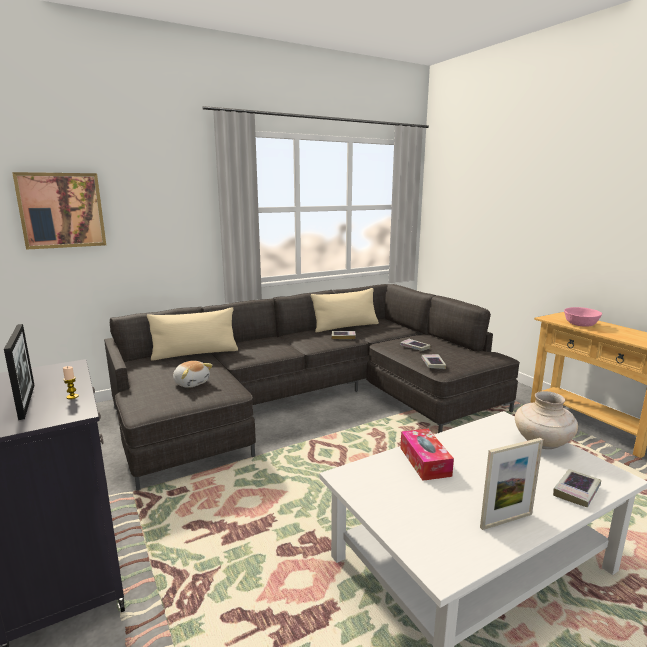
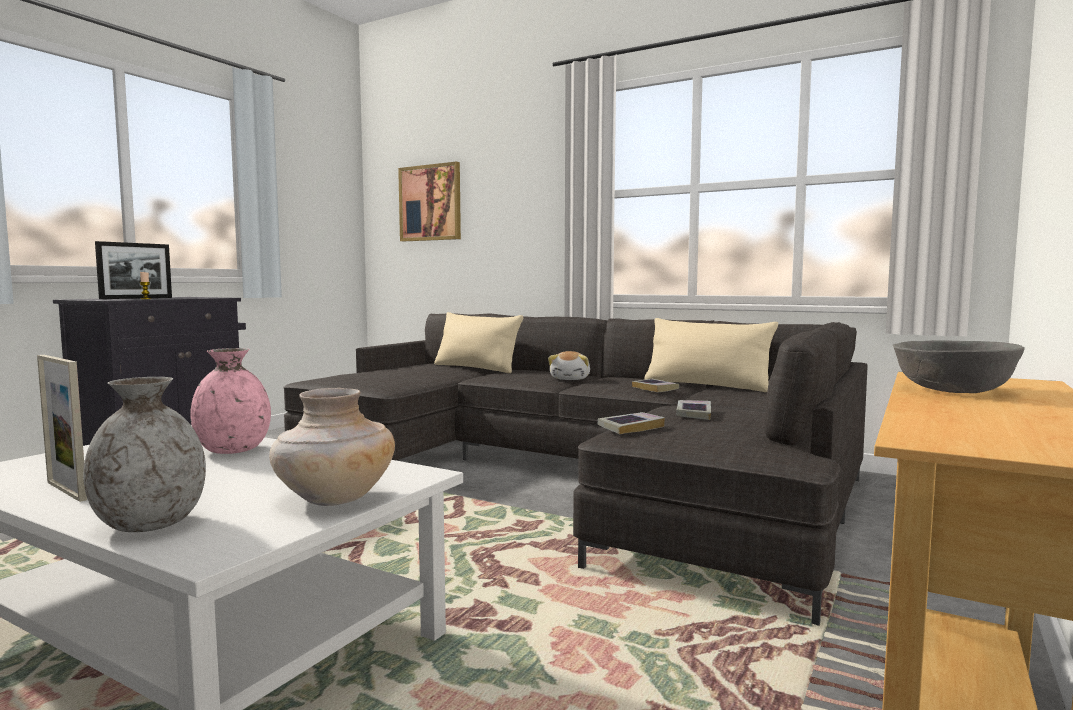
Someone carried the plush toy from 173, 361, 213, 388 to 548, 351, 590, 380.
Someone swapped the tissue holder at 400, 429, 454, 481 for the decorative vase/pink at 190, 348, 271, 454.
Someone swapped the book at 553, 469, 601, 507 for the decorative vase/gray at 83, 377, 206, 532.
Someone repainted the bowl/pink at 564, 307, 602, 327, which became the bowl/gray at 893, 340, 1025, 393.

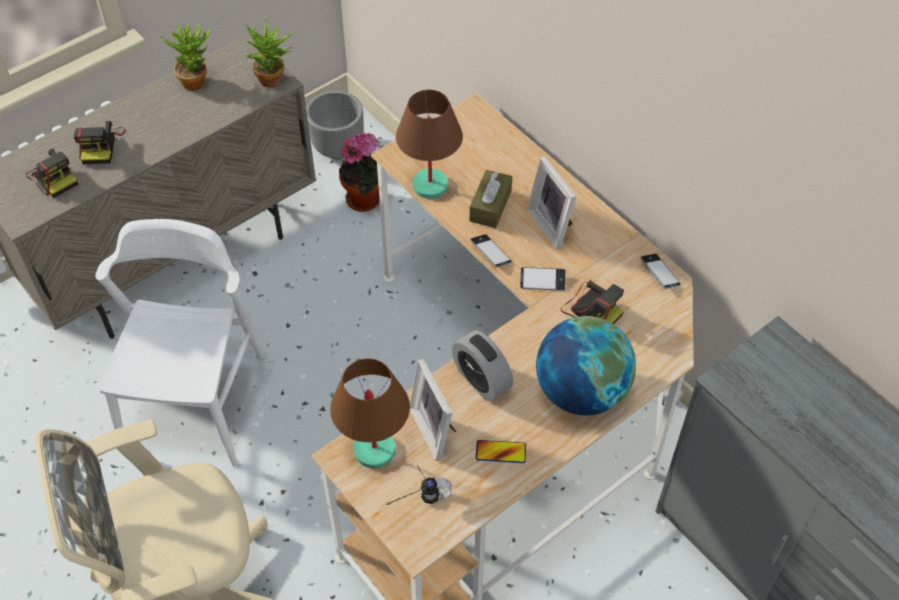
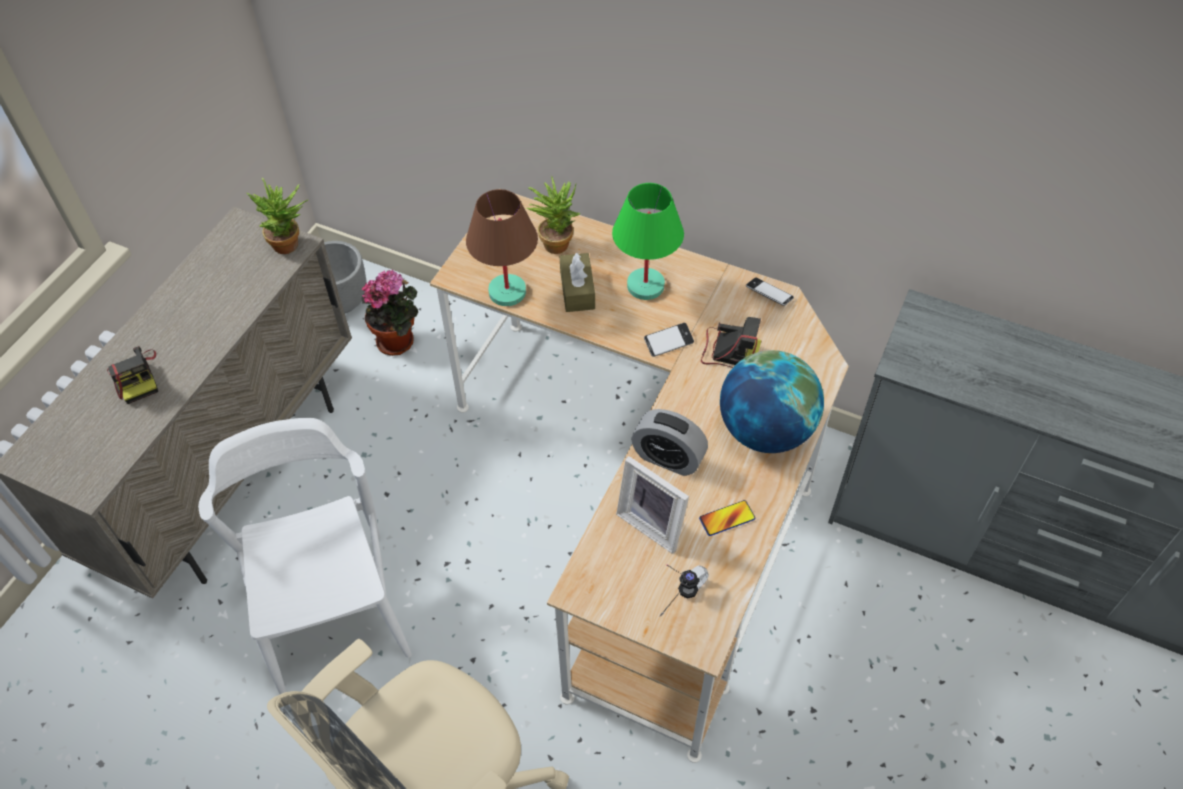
Someone took away the photo camera at 26, 149, 78, 198.
Someone carried the potted plant from 158, 20, 211, 91 to 526, 176, 580, 254.
Someone took away the lamp for a table/brown-coloured at 330, 358, 410, 468.
Someone took away the handset at 470, 234, 512, 268.
Someone swapped the picture frame at 527, 156, 576, 249 for the lamp for a table/green at 612, 183, 684, 300.

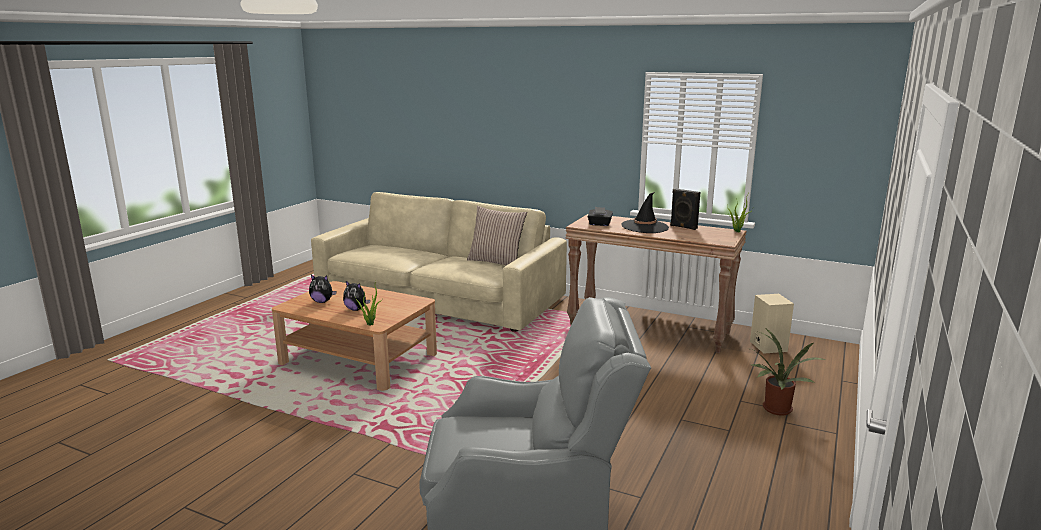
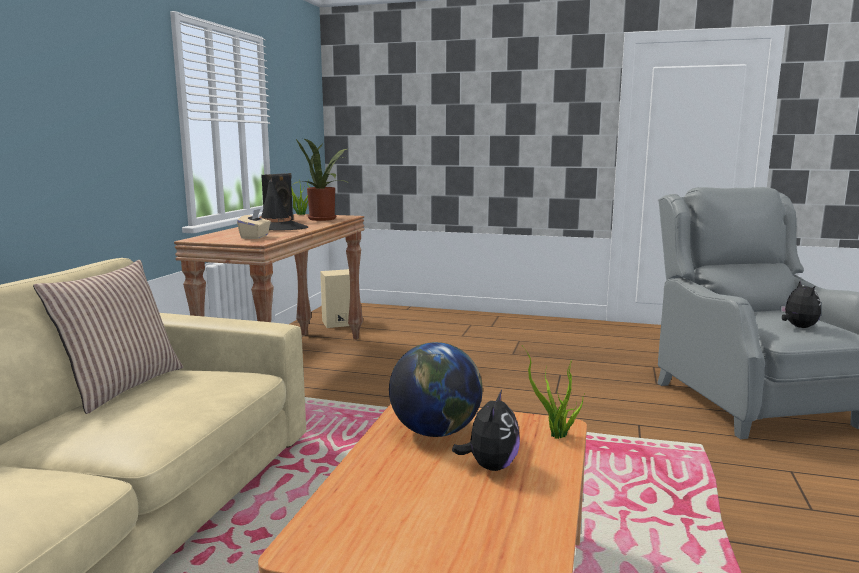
Someone carried the plush toy from 309, 275, 336, 303 to 781, 281, 821, 328.
Someone repainted the tissue holder/blackish at 588, 207, 613, 226, which became the tissue holder/sand-coloured at 237, 209, 271, 239.
Someone carried the potted plant from 751, 329, 825, 415 to 293, 138, 347, 221.
Someone put down the desk globe at 389, 342, 483, 437.

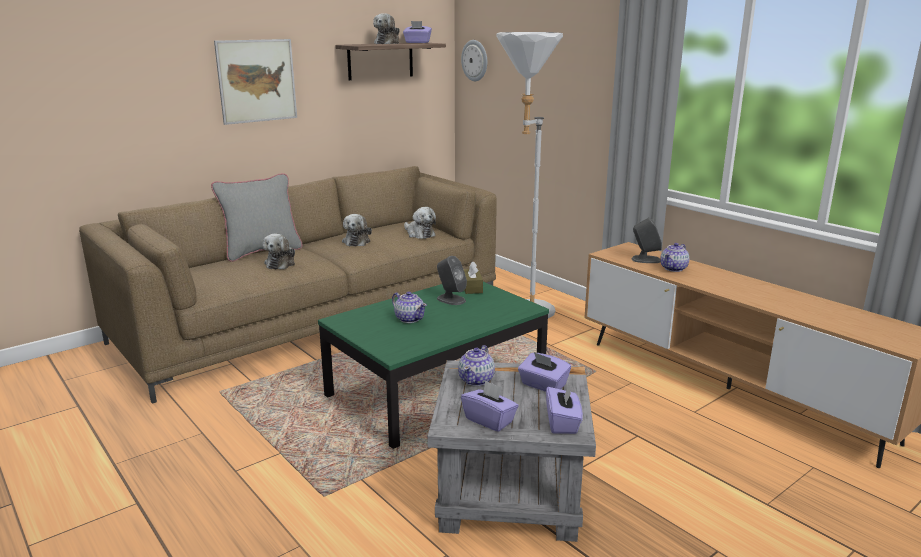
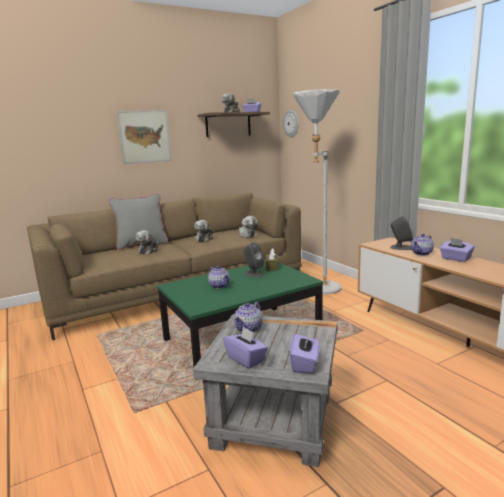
Someone carried the tissue holder/purple-coloured from 518, 352, 571, 392 to 440, 238, 474, 262.

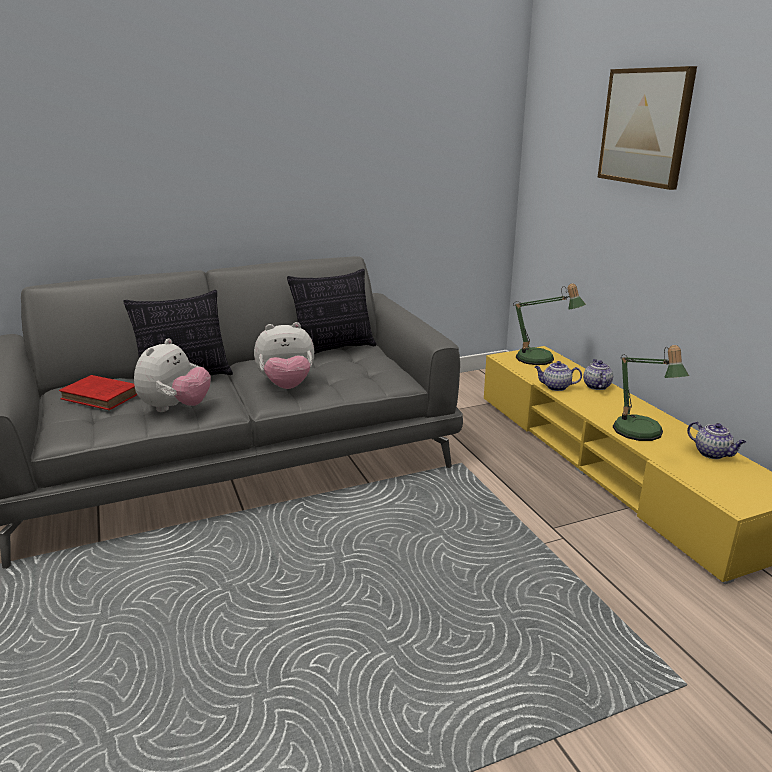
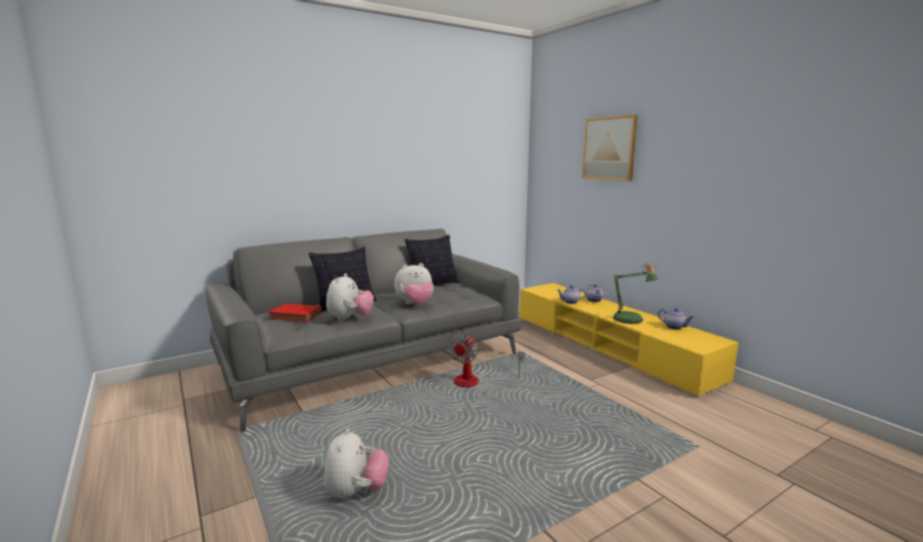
Someone took away the lamp for a table at 513, 284, 586, 365.
Someone put down the plush toy at 324, 428, 389, 500.
Someone put down the electric fan at 447, 332, 524, 387.

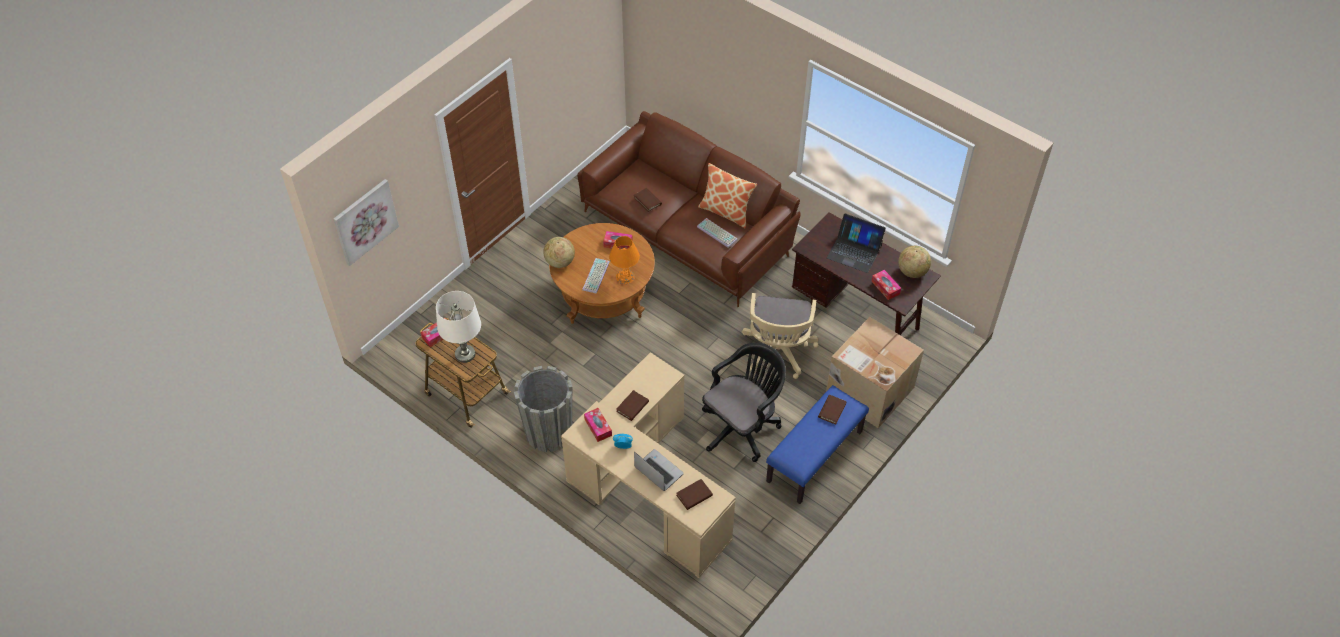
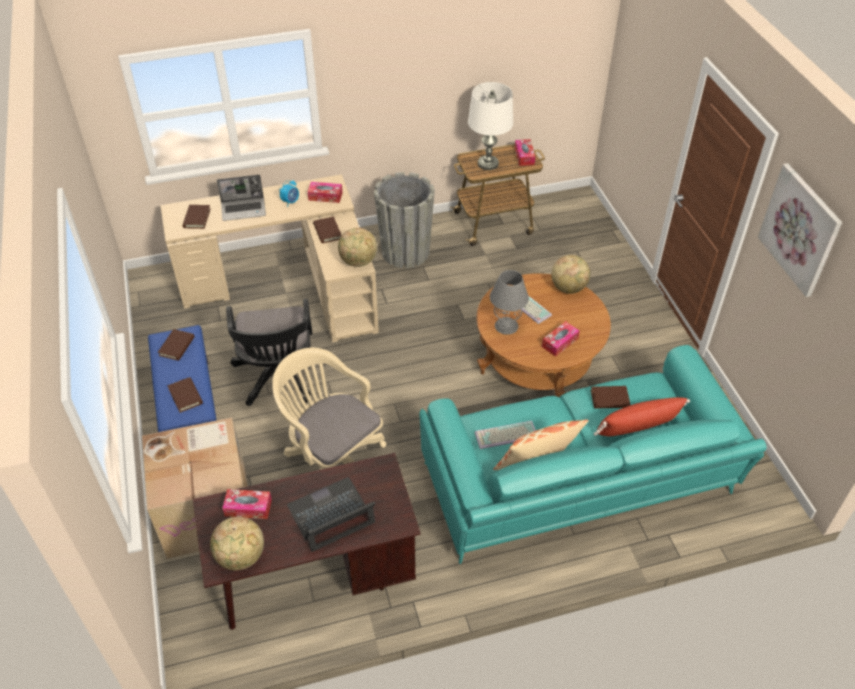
Someone carried the wall picture from 334, 179, 399, 266 to 758, 163, 842, 297.
Someone repainted the settee/brown-coloured at 577, 111, 801, 307, which became the settee/turquoise at 419, 345, 767, 564.
Someone repainted the lamp for a table/orange at 609, 236, 640, 284, which became the lamp for a table/gray at 490, 270, 529, 335.
Someone put down the book/brown-coloured at 158, 329, 195, 361.
Someone put down the desk globe at 338, 228, 377, 267.
Someone put down the cushion/reddish at 594, 397, 690, 436.

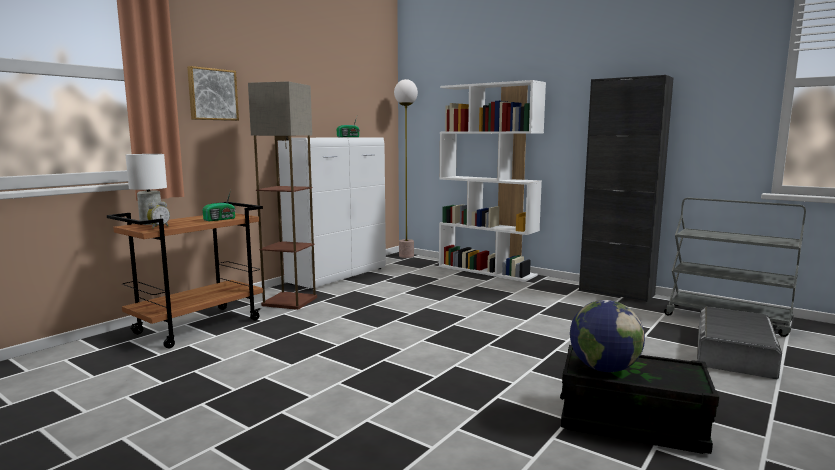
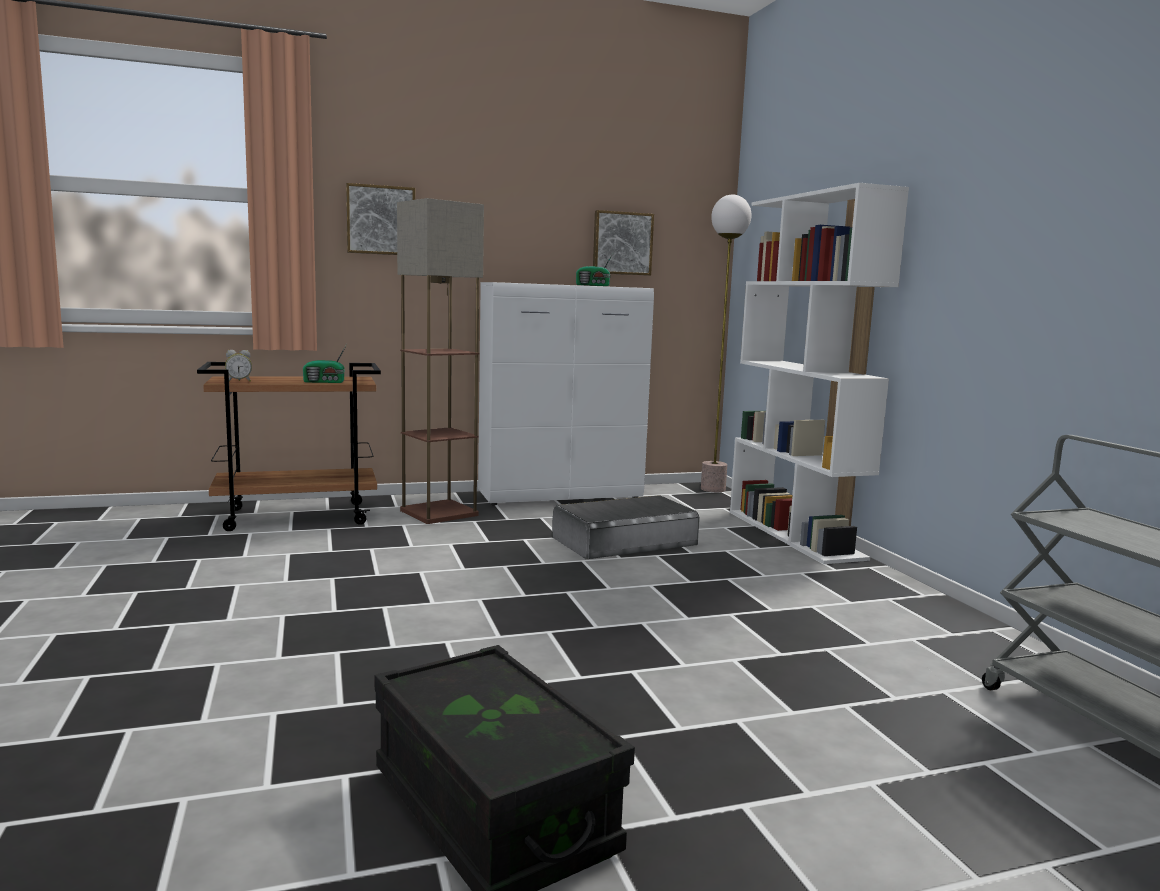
Someone took away the lamp for a table/whitish at 126, 154, 167, 225.
Someone took away the desk globe at 570, 300, 645, 372.
Someone took away the cupboard/blackish at 579, 75, 673, 302.
Someone carried the storage container/gray from 697, 307, 782, 379 to 552, 495, 700, 559.
Someone put up the wall picture at 593, 210, 654, 276.

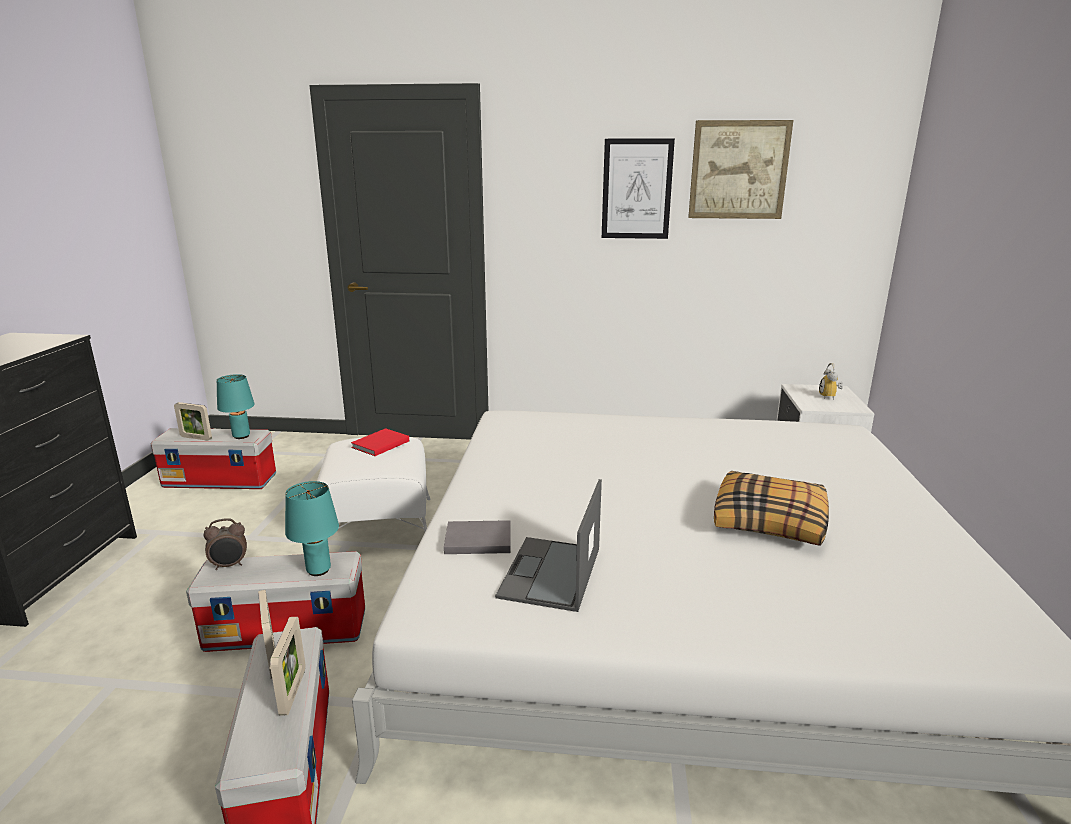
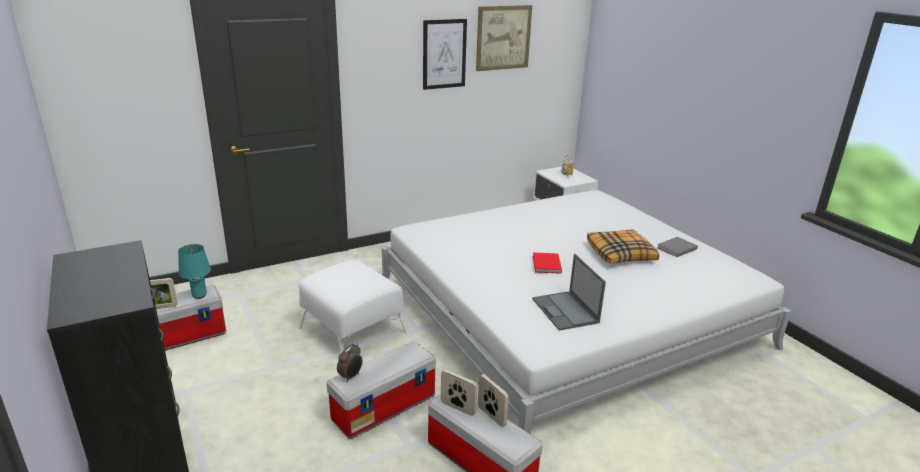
Someone took away the lamp for a table/turquoise at 285, 481, 339, 576.
Someone carried the book/reddish from 351, 428, 409, 456 to 533, 253, 562, 274.
Someone carried the book/gray from 444, 520, 511, 554 to 657, 237, 698, 257.

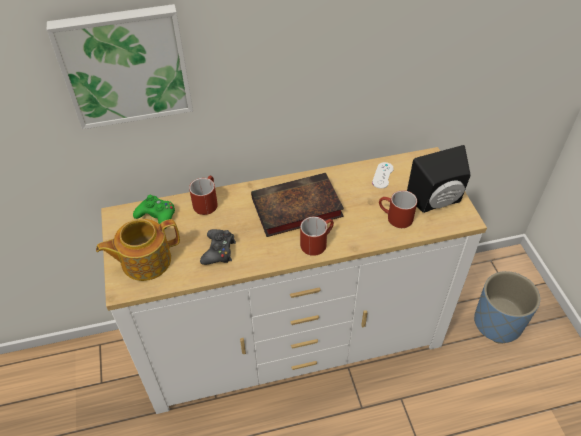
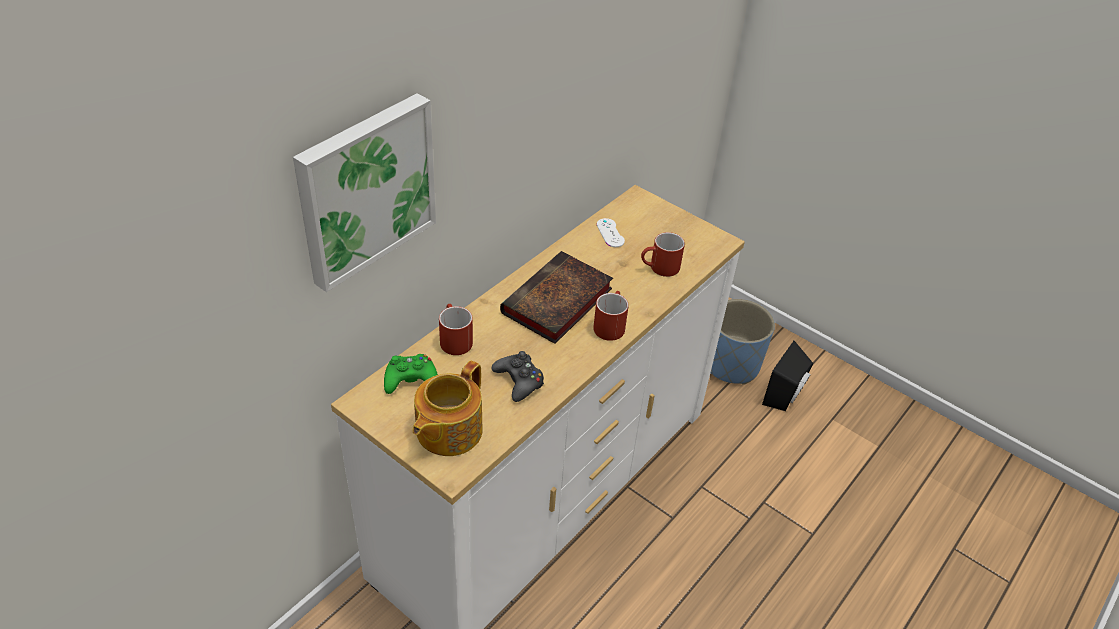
Someone carried the loudspeaker/blackish from 407, 145, 471, 213 to 762, 341, 813, 411.

